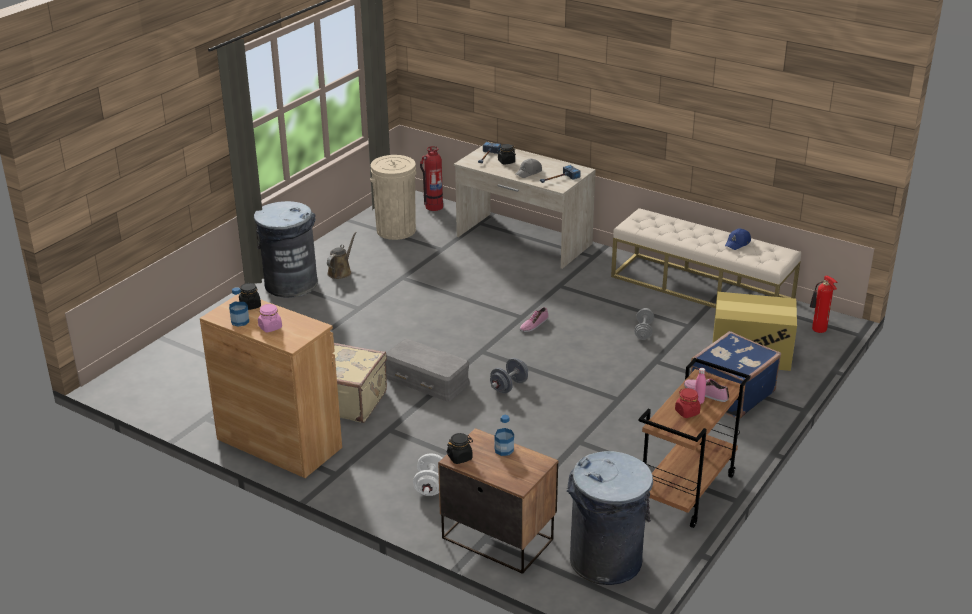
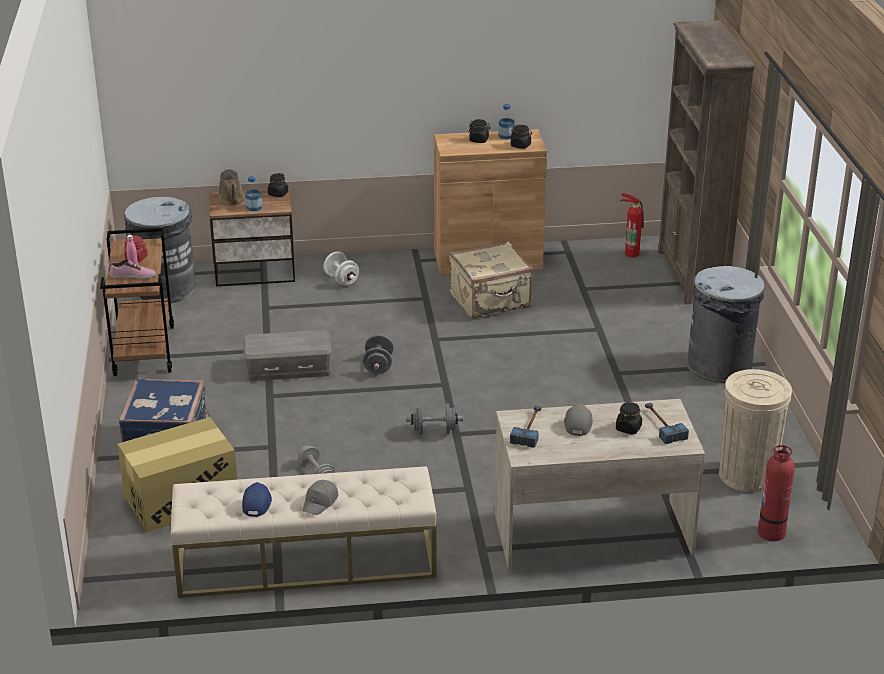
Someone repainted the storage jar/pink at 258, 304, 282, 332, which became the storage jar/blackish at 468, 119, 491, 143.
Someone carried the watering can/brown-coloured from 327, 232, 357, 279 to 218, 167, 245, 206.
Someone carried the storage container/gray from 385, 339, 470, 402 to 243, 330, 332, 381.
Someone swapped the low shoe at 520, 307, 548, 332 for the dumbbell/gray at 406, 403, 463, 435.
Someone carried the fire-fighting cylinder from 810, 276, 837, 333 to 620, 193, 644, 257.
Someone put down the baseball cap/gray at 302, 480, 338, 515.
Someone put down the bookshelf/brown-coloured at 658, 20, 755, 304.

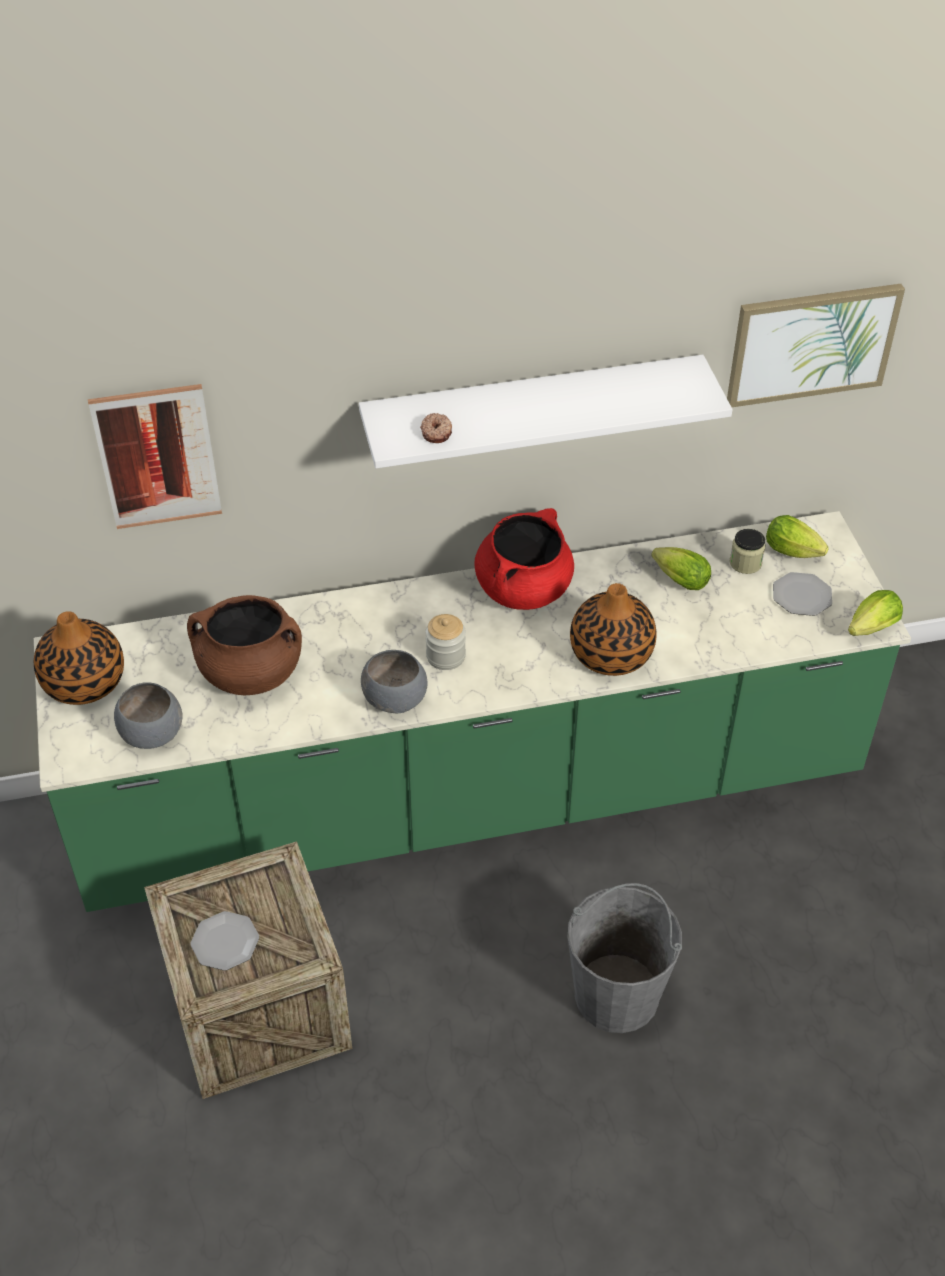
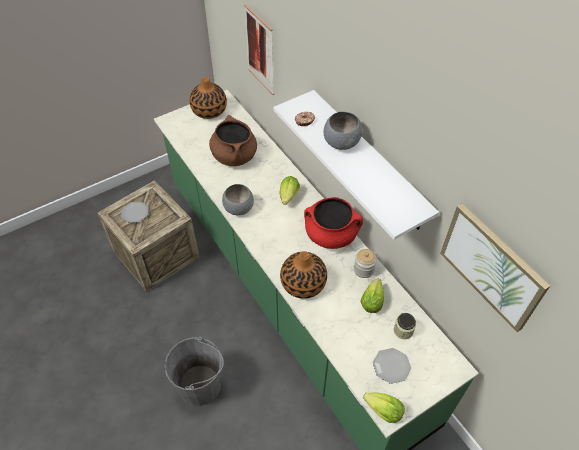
Someone carried the bowl/gray from 114, 682, 183, 749 to 323, 112, 363, 150.
Someone carried the storage jar from 425, 614, 466, 670 to 354, 249, 377, 278.
Someone carried the lettuce from 766, 515, 829, 558 to 280, 176, 300, 205.

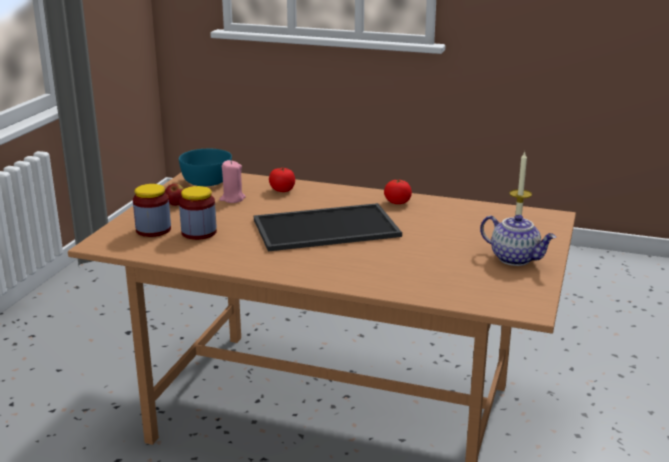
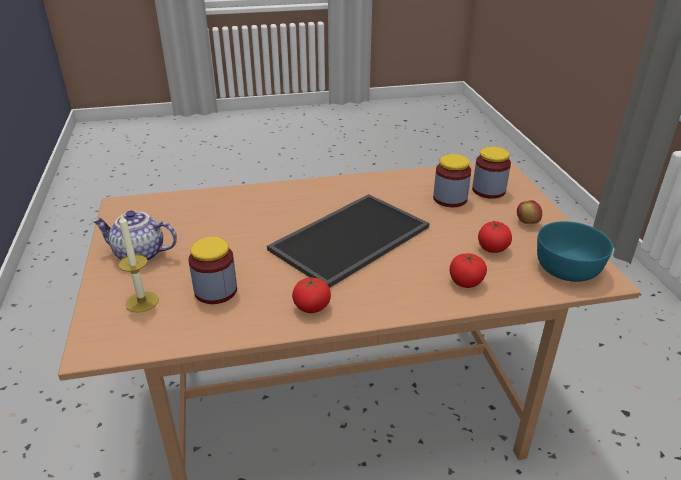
Someone swapped the wax light/pink at 219, 160, 246, 203 for the tomato at 478, 221, 512, 253.
Someone put down the storage jar at 189, 237, 237, 304.

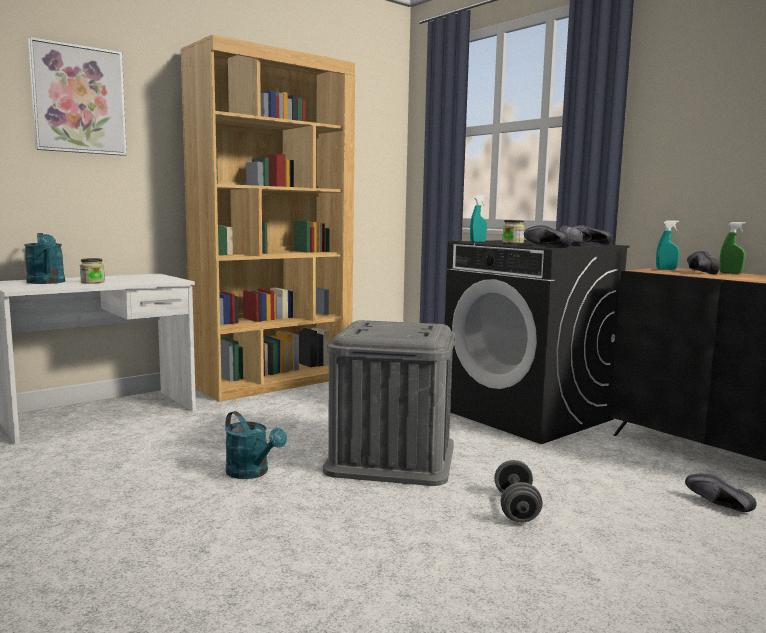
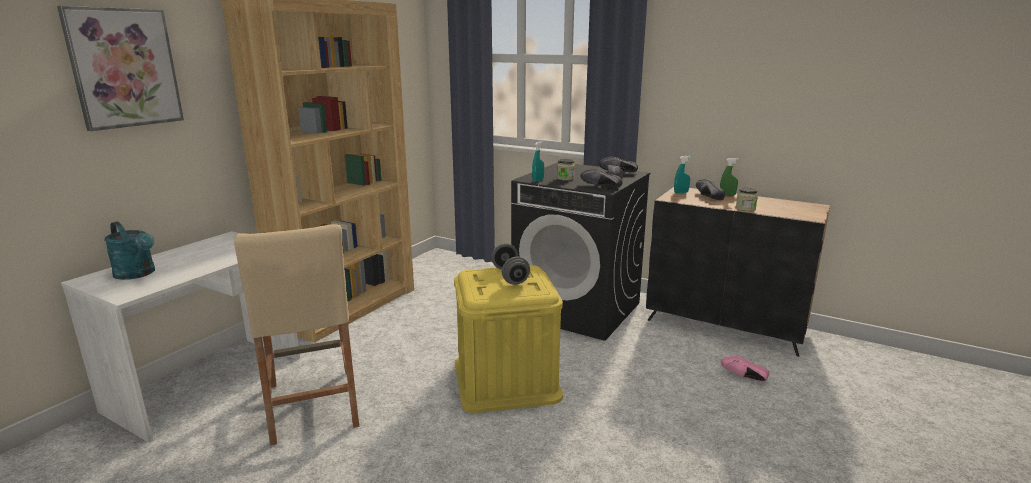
Someone carried the storage jar from 80, 258, 105, 284 to 736, 188, 758, 212.
Someone took away the watering can/turquoise at 225, 411, 287, 479.
Someone repainted the storage container/gray at 323, 320, 455, 486, which became the storage container/yellow at 454, 265, 563, 413.
Someone carried the dumbbell/gray from 494, 460, 543, 522 to 491, 243, 530, 285.
Someone repainted the low shoe/blackish at 685, 473, 757, 512, which became the low shoe/pink at 721, 356, 769, 382.
Someone put down the stool seat/sand-coloured at 234, 224, 359, 446.

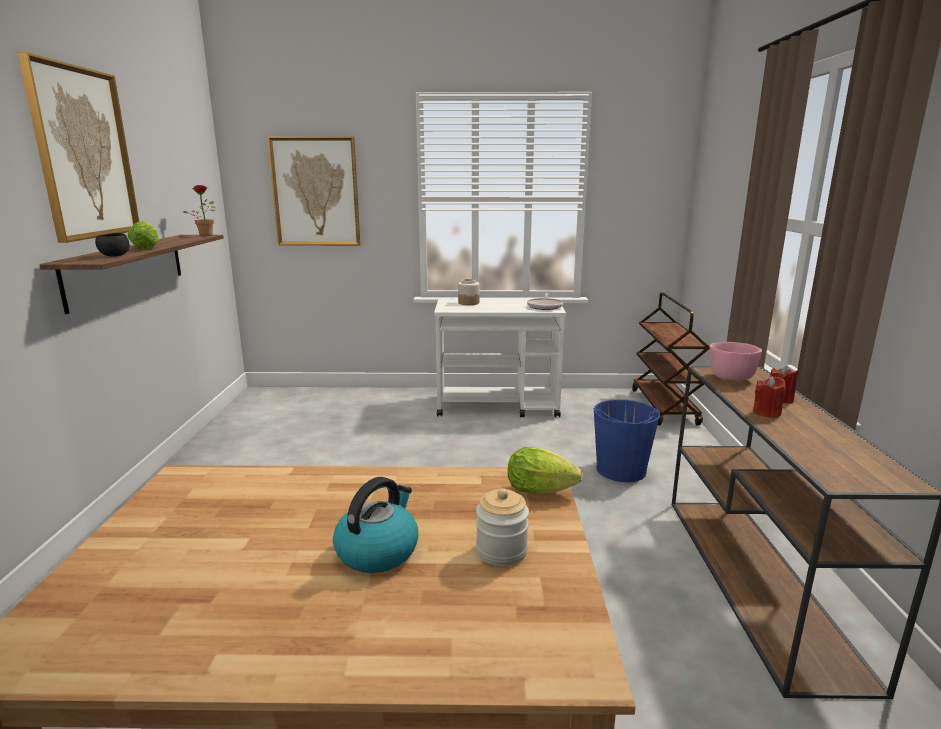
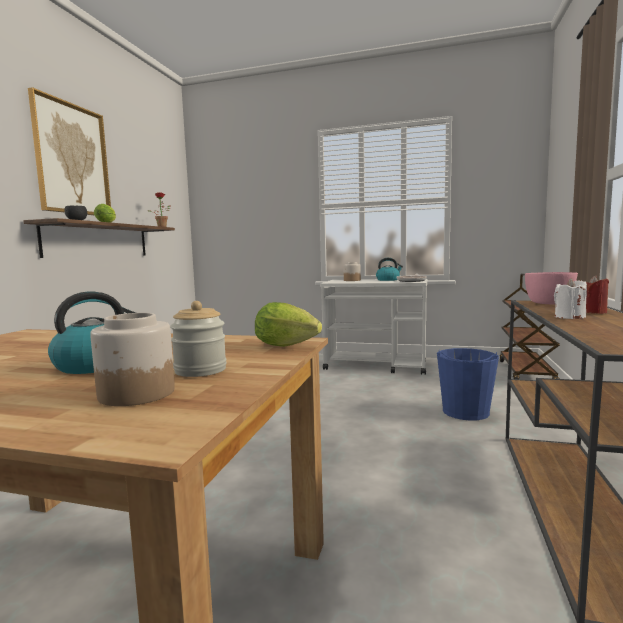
Someone took away the wall picture at 268, 136, 360, 246.
Someone repainted the wax light/reddish at 753, 376, 786, 418, which became the wax light/whitish at 554, 278, 587, 319.
Someone put down the storage jar at 90, 313, 175, 406.
Someone put down the tea kettle at 376, 258, 403, 281.

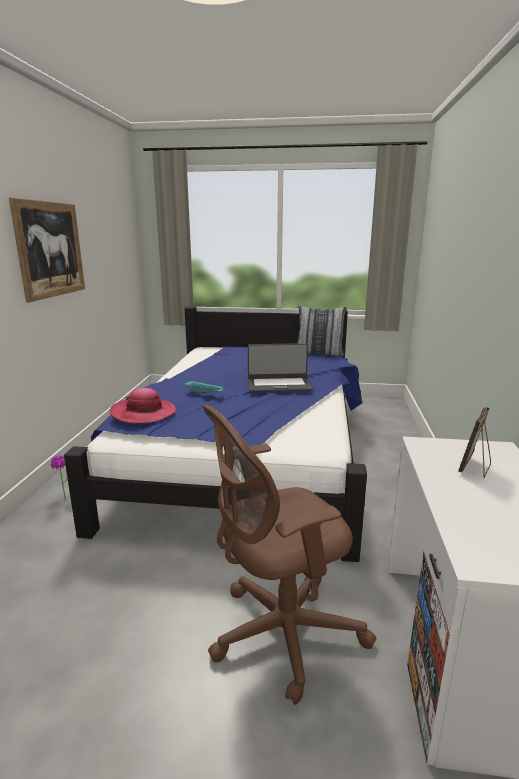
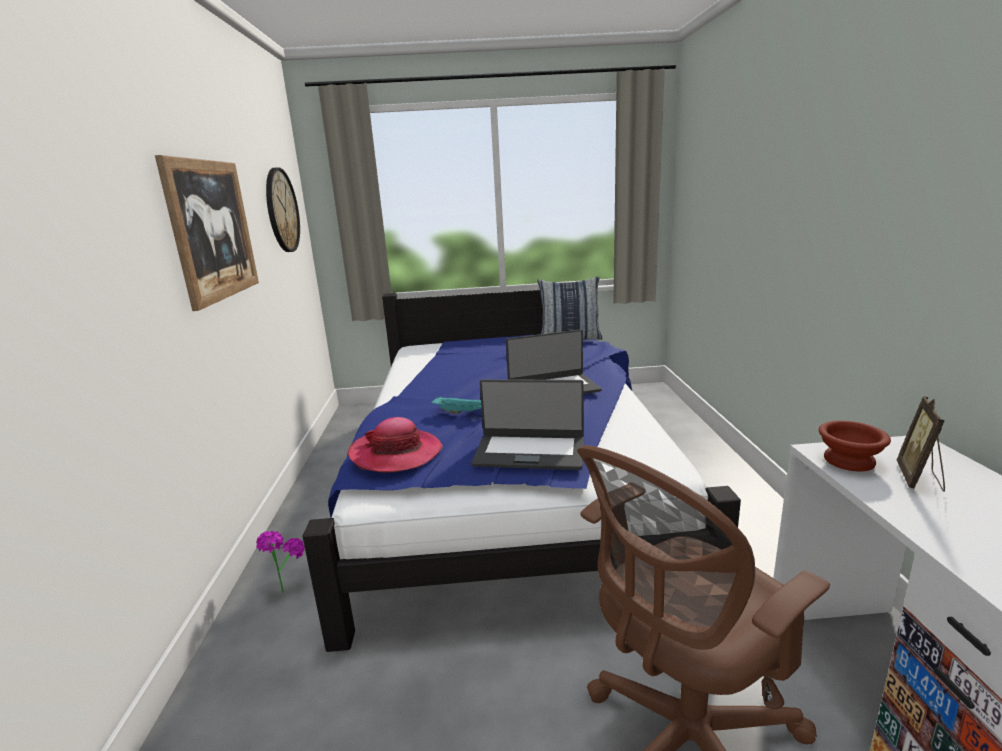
Someone put up the hanging clock at 266, 167, 300, 252.
Someone put down the laptop at 471, 379, 584, 470.
Someone put down the bowl/brown-coloured at 819, 421, 891, 472.

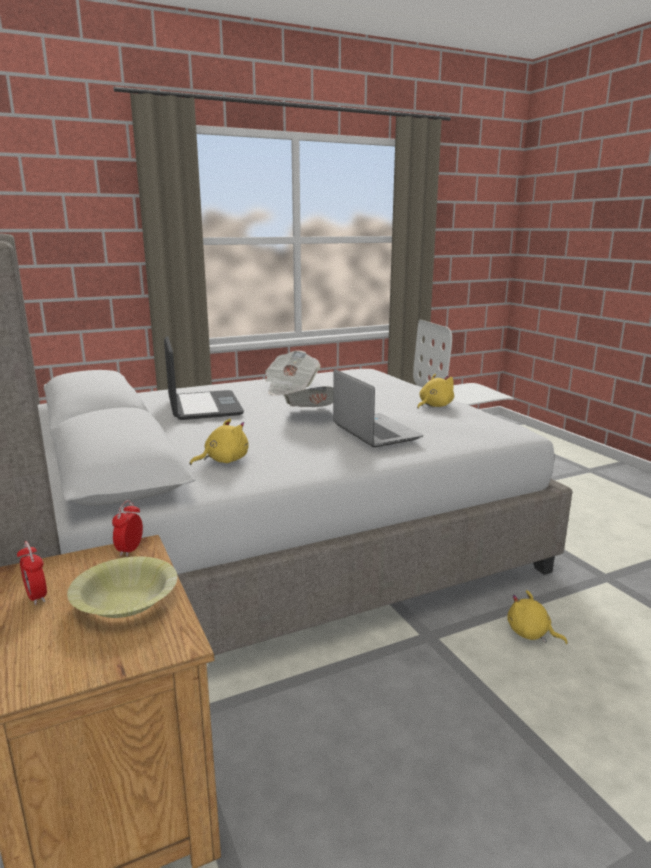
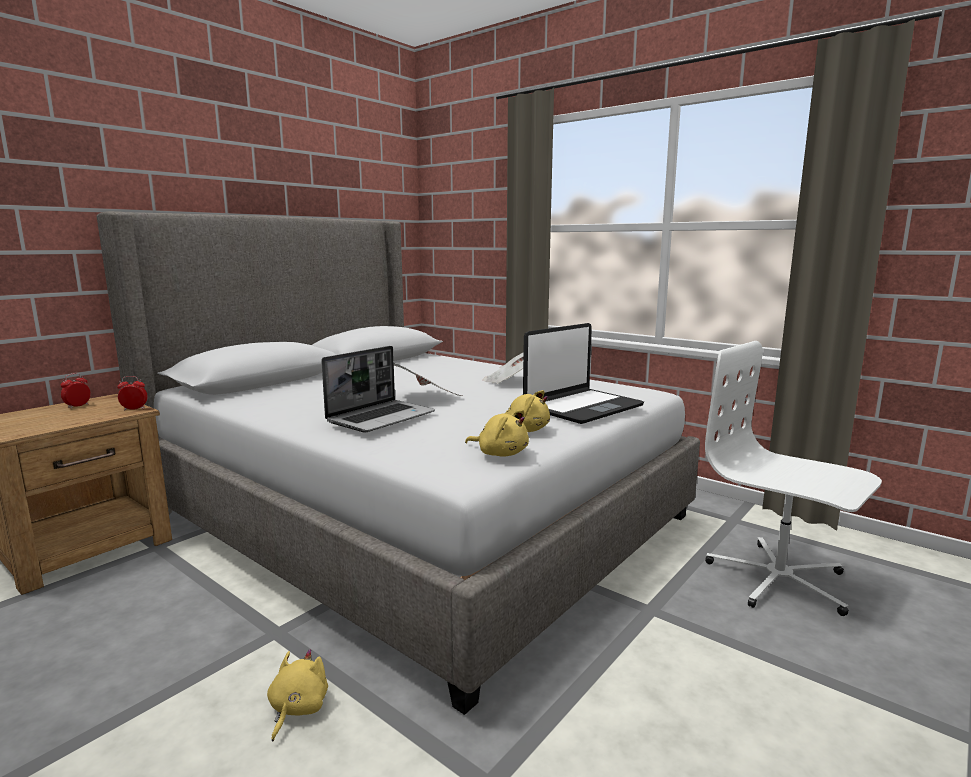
Someone took away the bowl/yellow at 67, 556, 178, 618.
Someone carried the laptop from 164, 336, 244, 420 to 523, 323, 644, 424.
Someone carried the plush toy/yellow from 190, 419, 249, 465 to 465, 410, 529, 457.

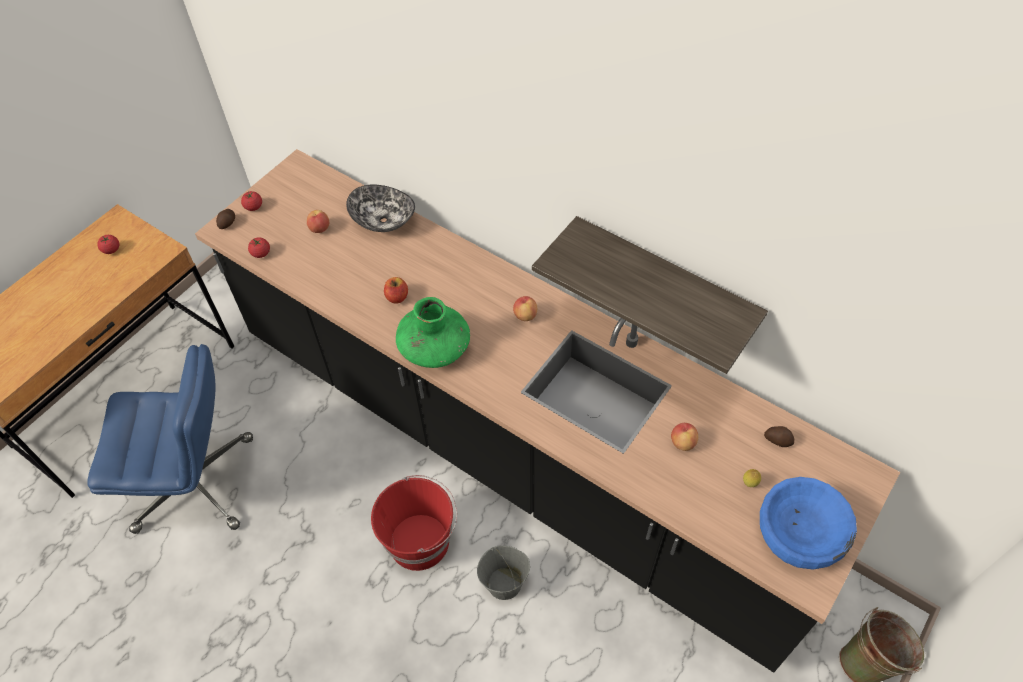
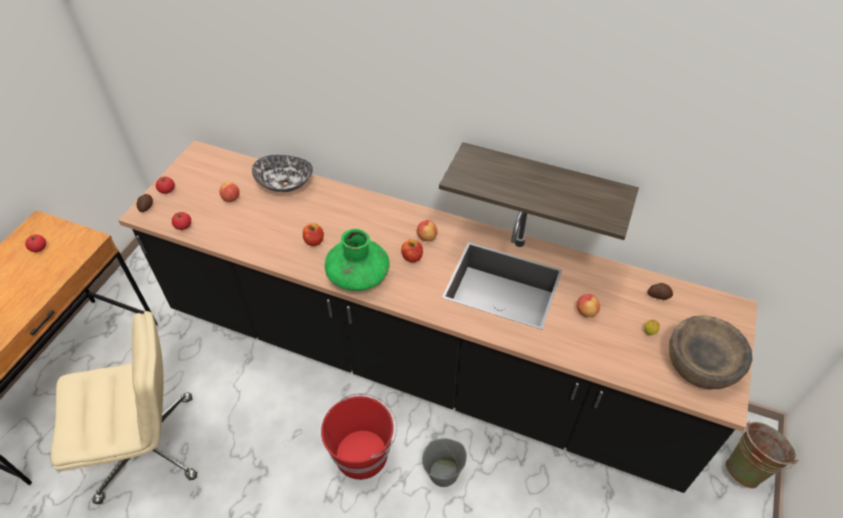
Someone repainted the computer chair/bluish at 87, 344, 253, 534, which became the computer chair/sand-coloured at 51, 311, 197, 504.
Someone repainted the bowl/bluish at 760, 477, 857, 569, which became the bowl/brown-coloured at 669, 315, 753, 389.
Someone put down the whole apple at 401, 239, 423, 263.

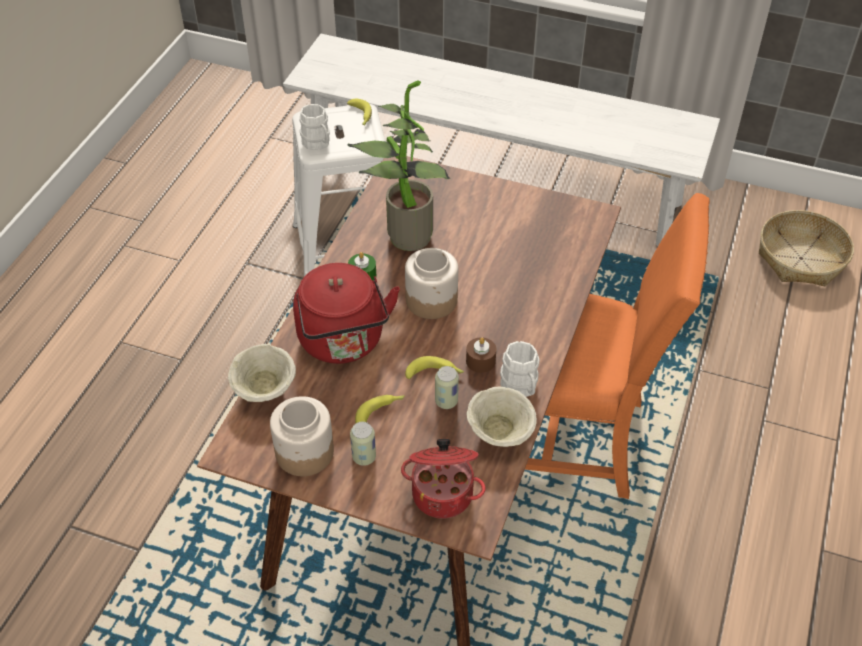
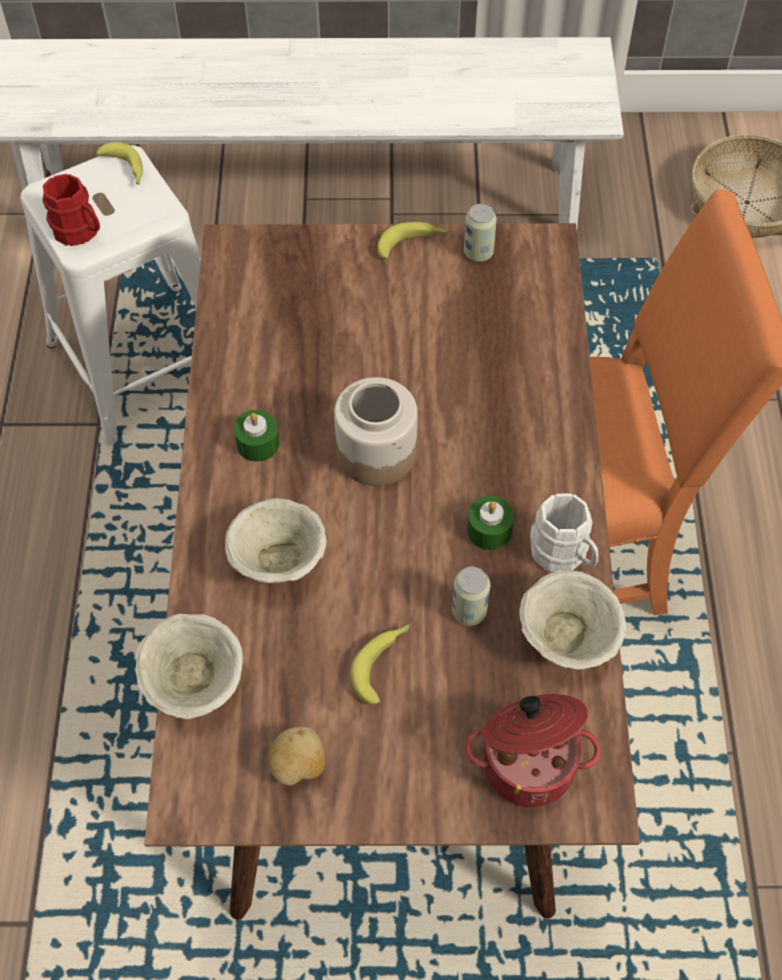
Someone swapped the storage jar at 270, 396, 334, 476 for the whole potato at 268, 727, 325, 785.
Someone swapped the tea kettle/reddish at 293, 263, 400, 364 for the bowl/sand-coloured at 225, 498, 326, 583.
Someone repainted the mug/whitish at 299, 104, 330, 150, which became the mug/reddish at 42, 174, 100, 246.
Someone took away the potted plant at 348, 80, 450, 251.
Someone carried the can from 350, 422, 376, 466 to 464, 204, 497, 262.
Someone carried the banana from 405, 356, 464, 379 to 377, 222, 450, 259.
Someone repainted the wax light/brown-coloured at 466, 337, 496, 373, which became the wax light/green at 467, 496, 514, 550.

